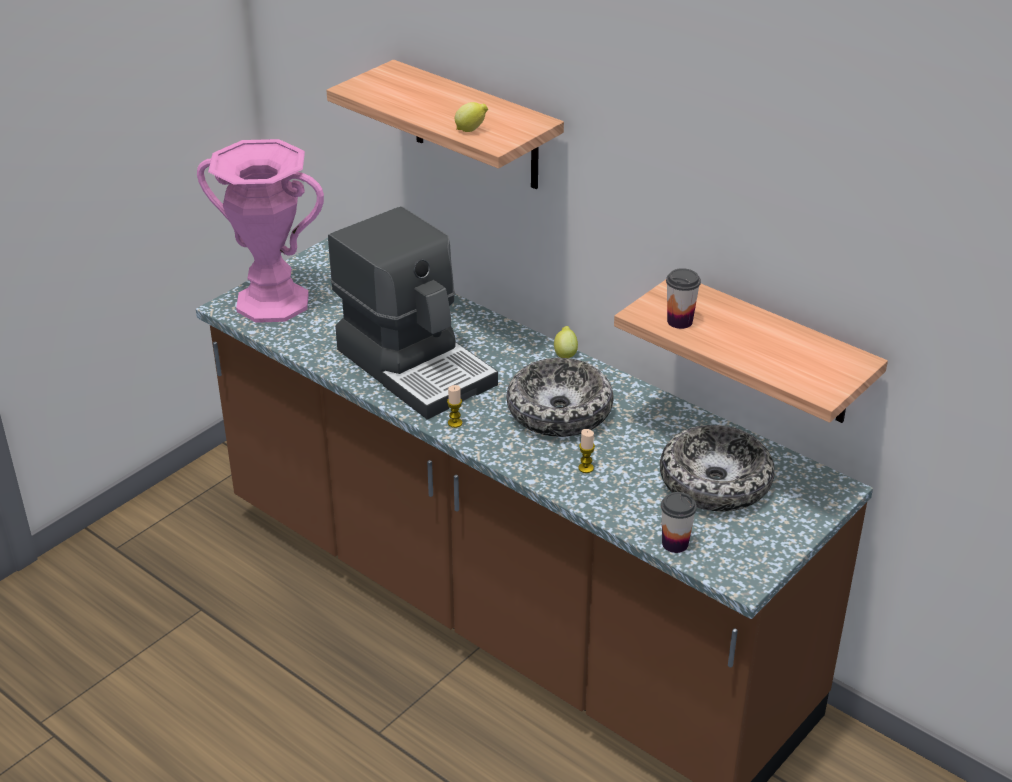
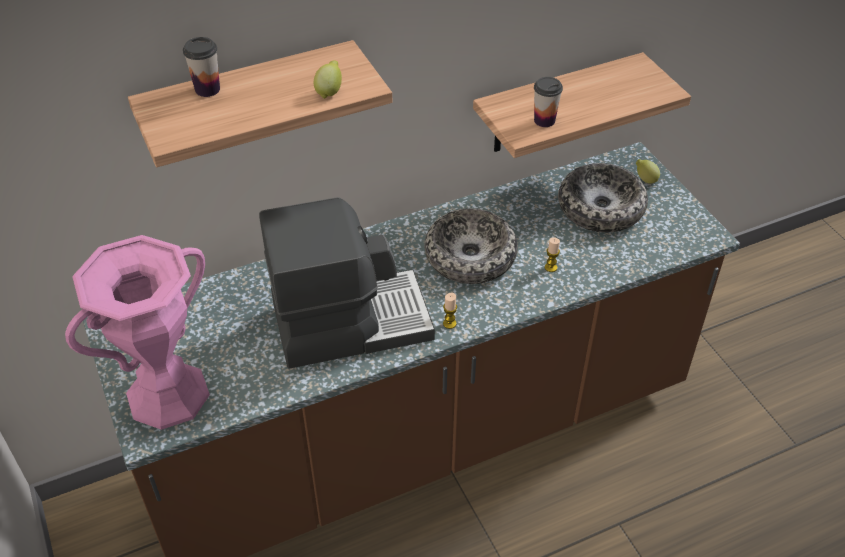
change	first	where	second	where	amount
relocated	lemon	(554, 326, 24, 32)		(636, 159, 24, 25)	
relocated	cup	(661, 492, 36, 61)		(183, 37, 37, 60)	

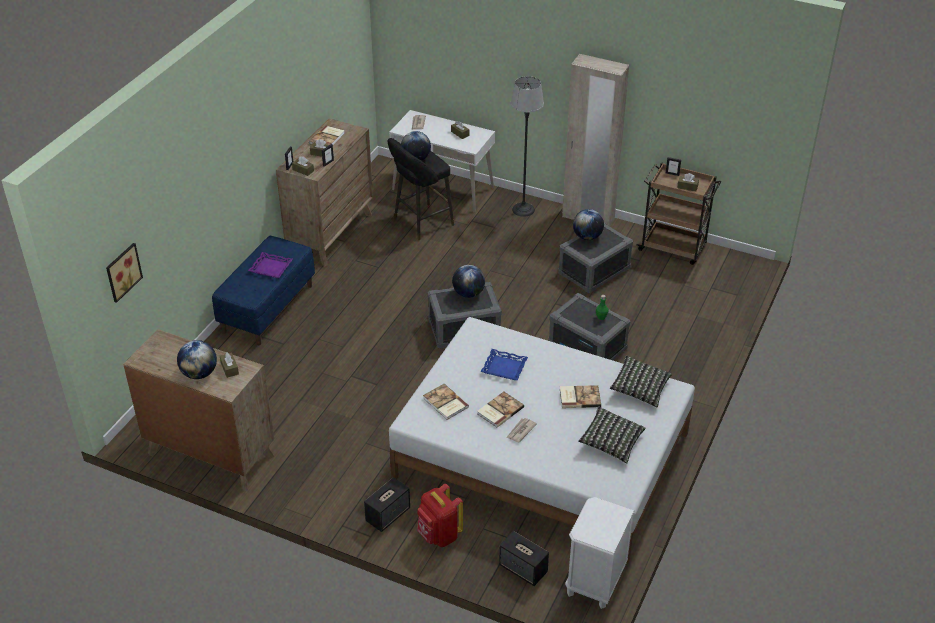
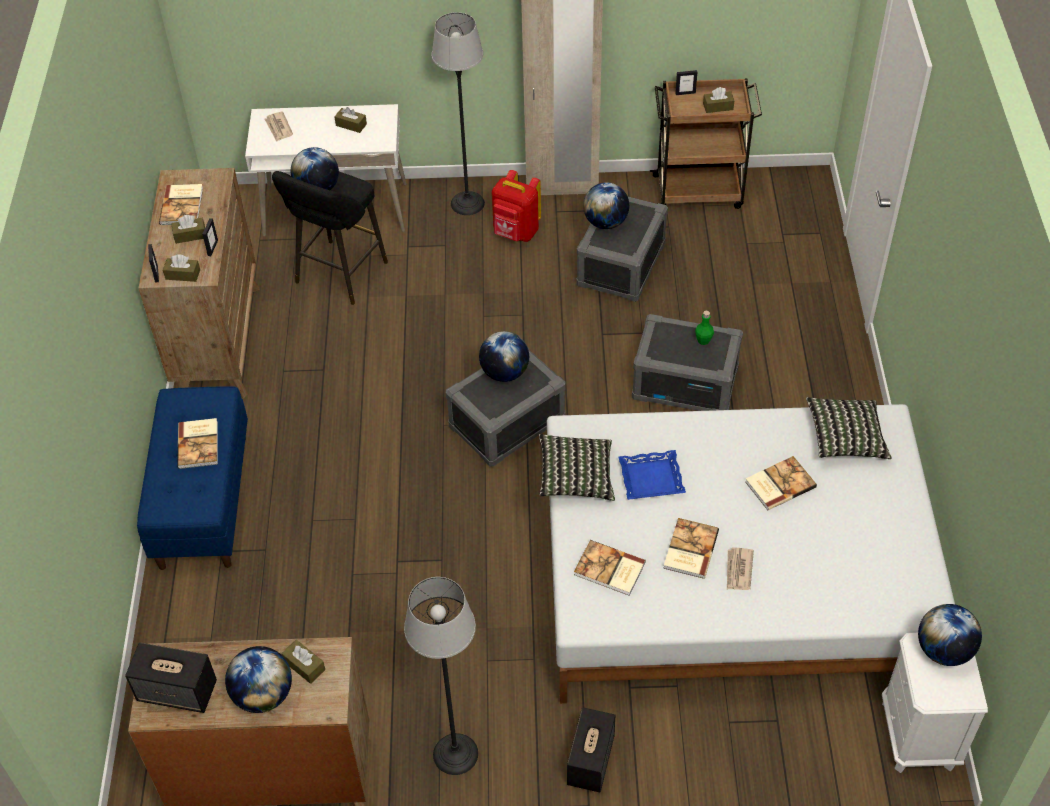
change	first	where	second	where	amount
missing	picture	(106, 243, 37, 60)			
appeared			floor_lamp	(404, 577, 74, 198)	
appeared			globe	(918, 604, 64, 62)	
relocated	red_backpack	(417, 484, 46, 63)		(492, 170, 49, 72)	
relocated	speaker	(499, 531, 50, 55)		(125, 642, 92, 71)	
relocated	pillow	(578, 406, 68, 57)		(539, 434, 76, 67)	
exchanged	purple_tray	(248, 252, 45, 26)	book	(177, 418, 41, 51)	

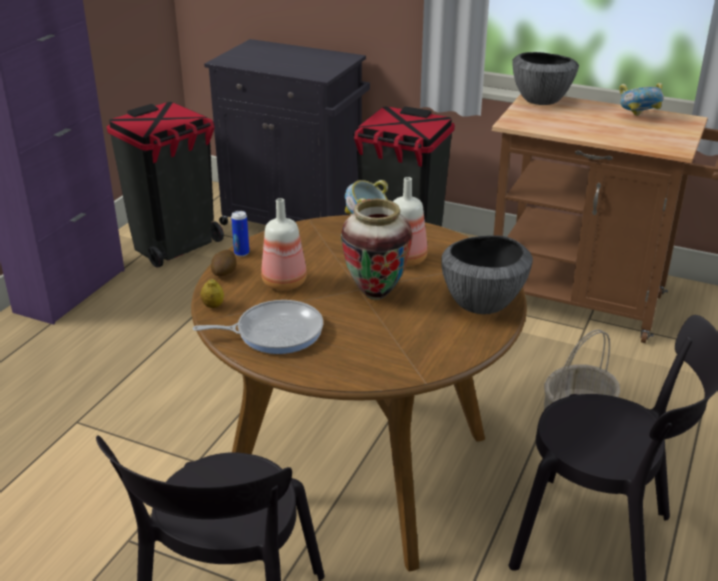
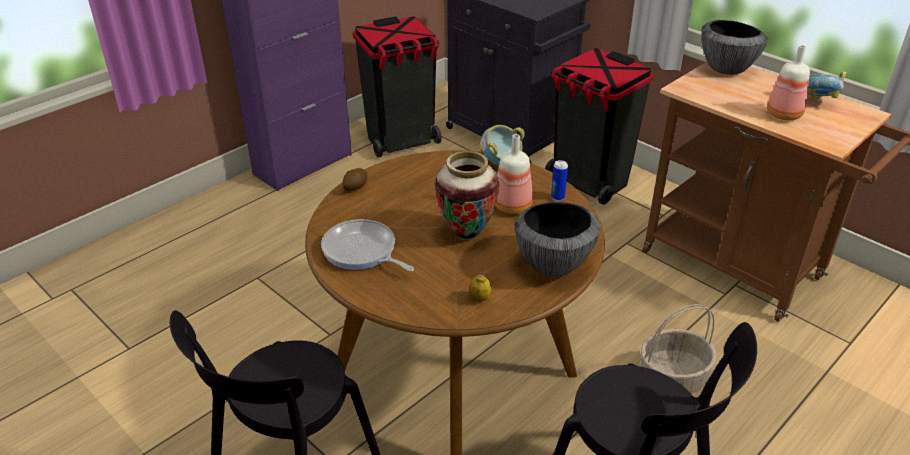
change	first	where	second	where	amount
relocated	lemon	(201, 279, 23, 29)		(469, 275, 22, 27)	
relocated	can	(231, 211, 18, 46)		(551, 160, 17, 41)	
relocated	bottle	(261, 198, 46, 93)		(767, 45, 43, 75)	
spun	frying_pan	(193, 300, 130, 54)		(321, 219, 93, 53)	150 degrees counterclockwise

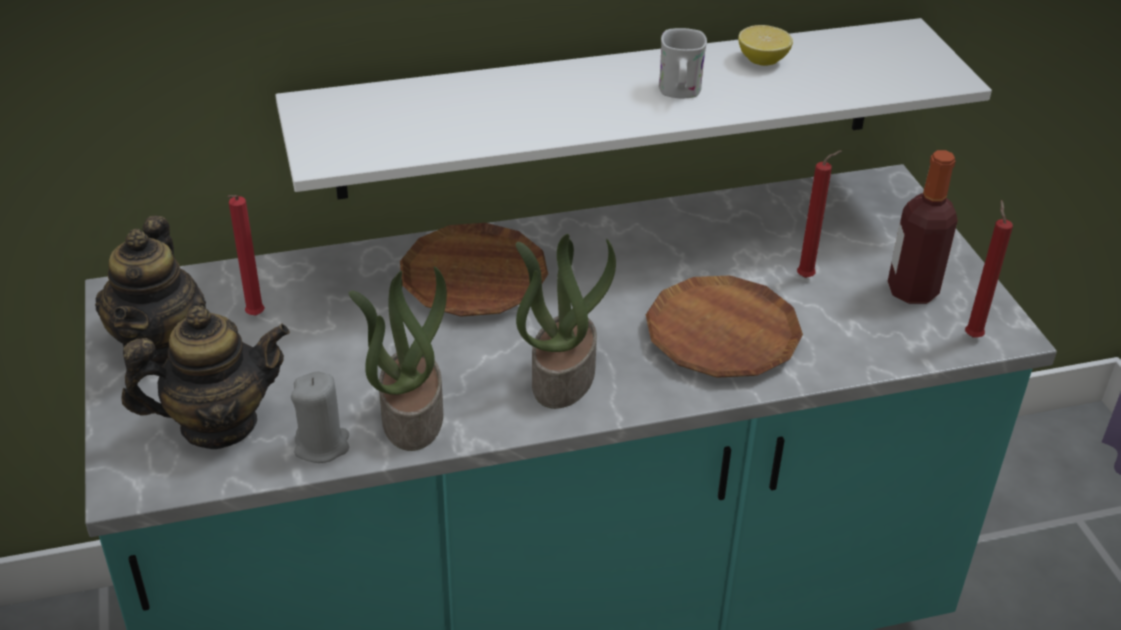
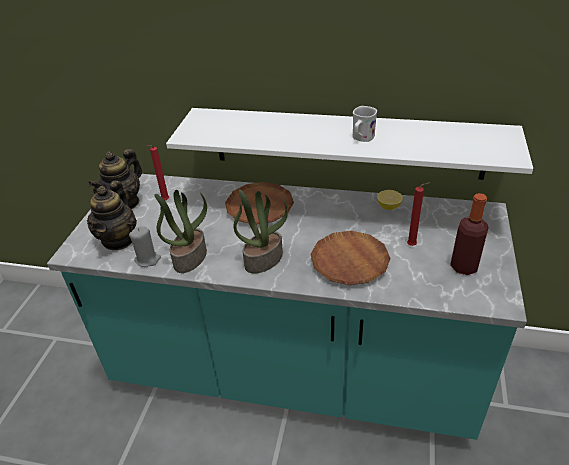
change	first	where	second	where	amount
missing	red_candle	(965, 200, 48, 138)			
relocated	lemon	(738, 25, 55, 41)		(377, 190, 26, 20)	
spun	teapot	(122, 305, 168, 144)		(87, 181, 50, 69)	90 degrees clockwise

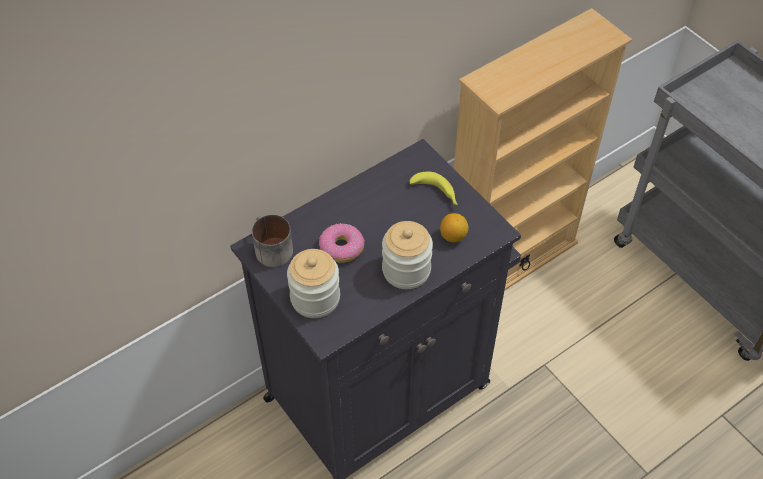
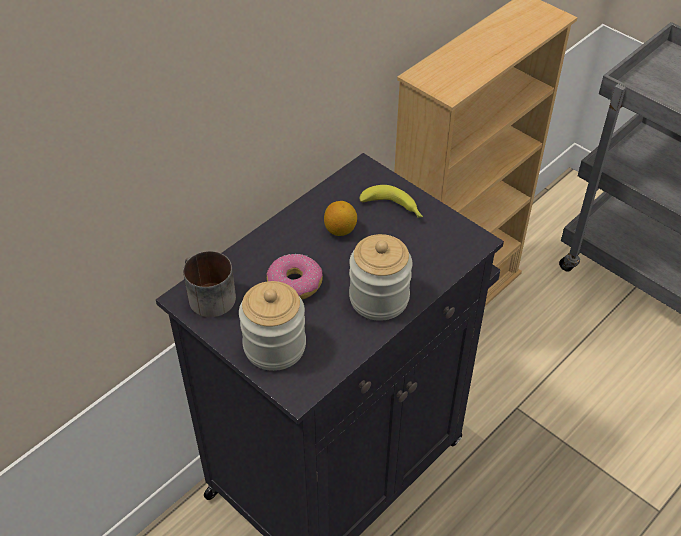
change	first	where	second	where	amount
relocated	lemon	(440, 213, 28, 29)		(324, 201, 33, 35)	

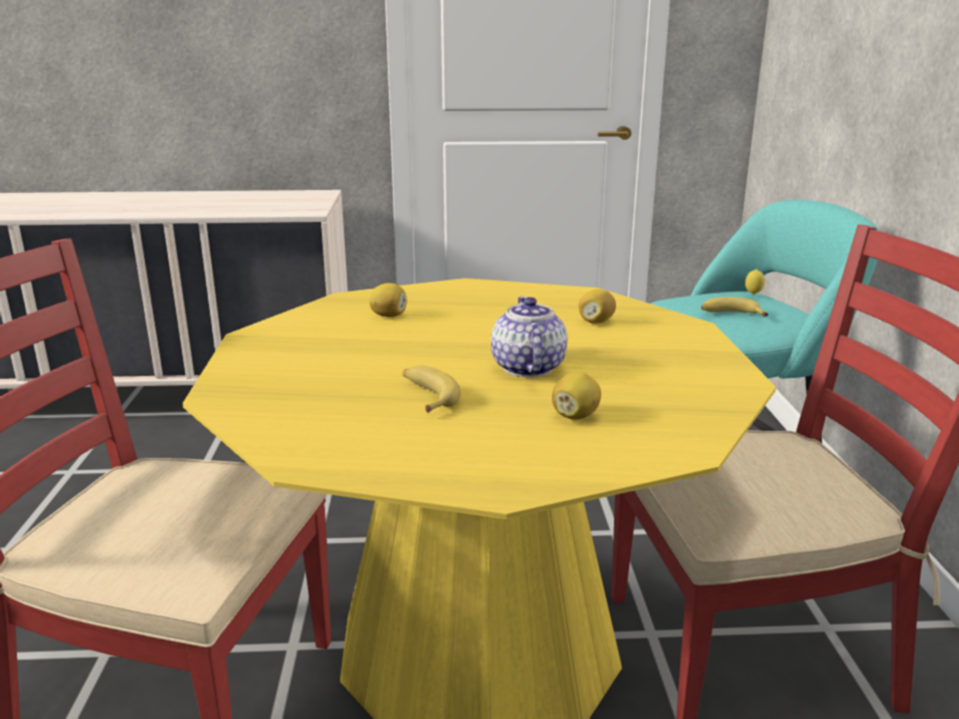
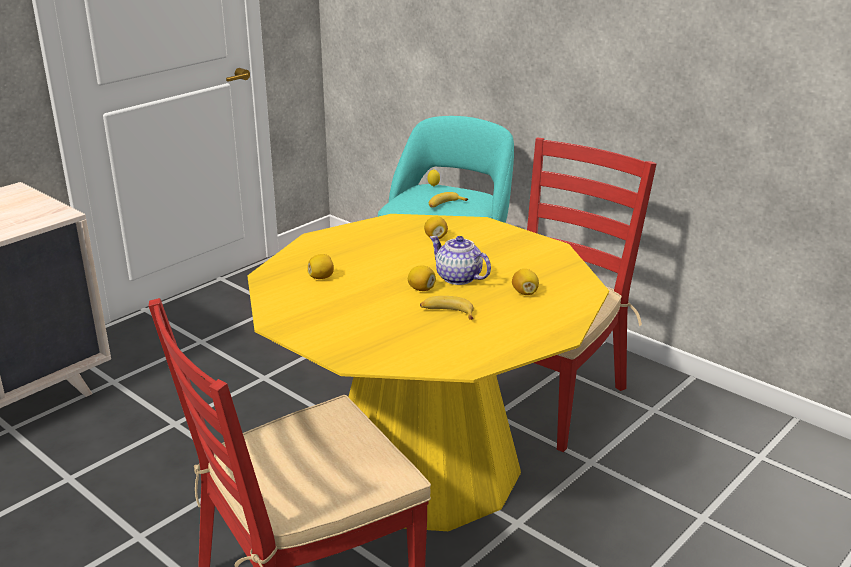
change	first	where	second	where	amount
appeared			lemon	(408, 265, 28, 26)	

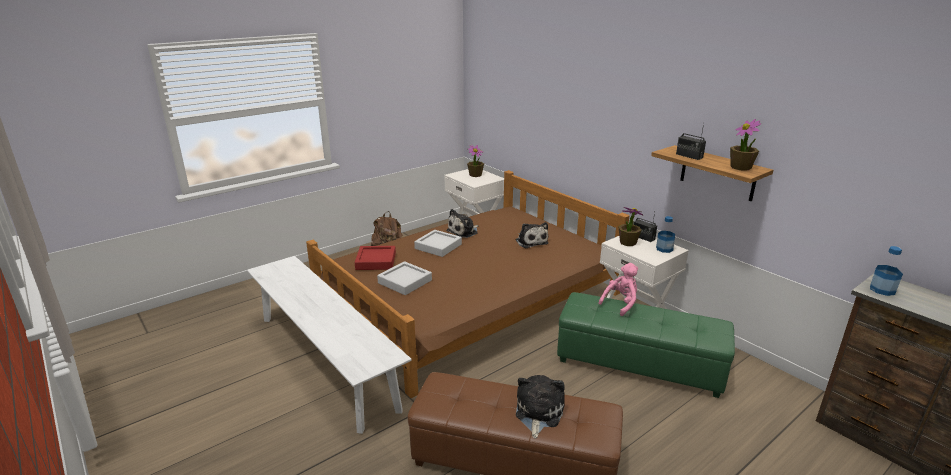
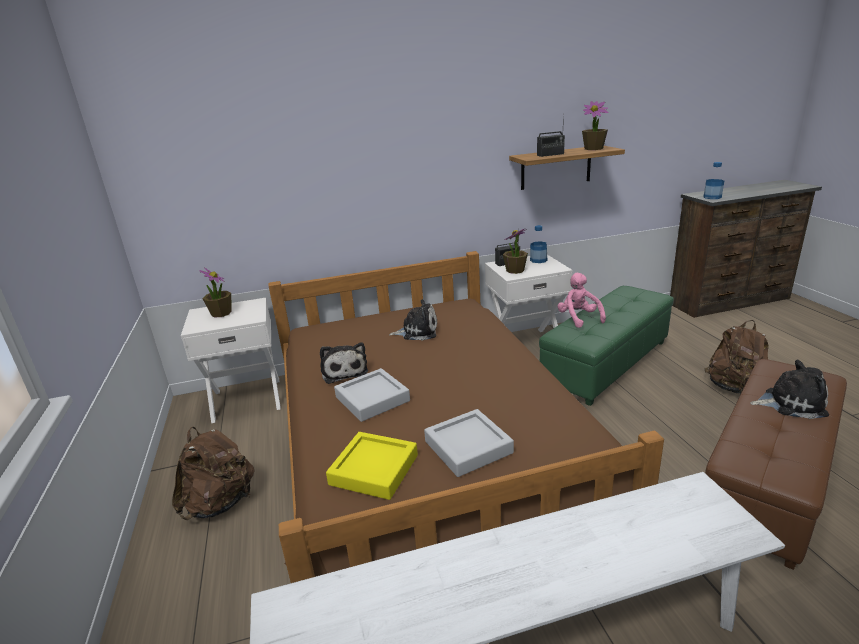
change	first	where	second	where	amount
appeared			brown_backpack	(704, 320, 65, 74)	
colour	red_tray	(355, 246, 41, 24)	yellow_tray	(326, 432, 92, 68)	
spun	plush_toy	(516, 375, 49, 63)		(750, 360, 79, 59)	150 degrees clockwise

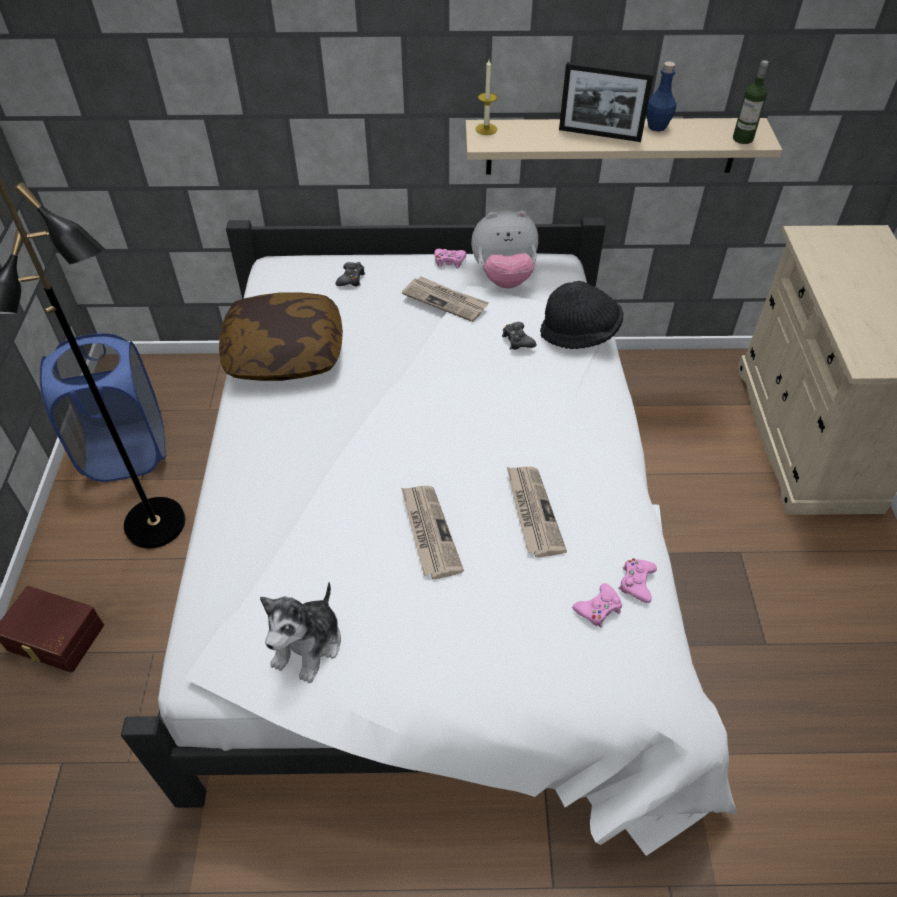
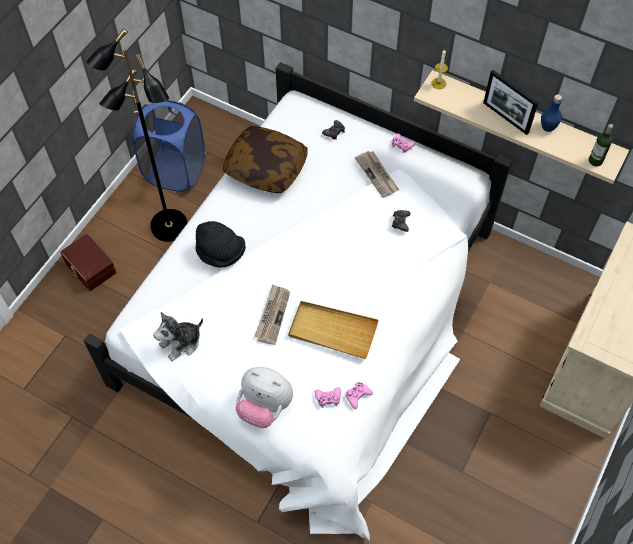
change	first	where	second	where	amount
relocated	plush_toy	(471, 210, 67, 78)		(236, 367, 57, 61)	
relocated	black_hat	(540, 281, 84, 68)		(195, 221, 51, 47)	
exchanged	newspaper	(507, 467, 60, 90)	beige_tray	(288, 301, 90, 58)	

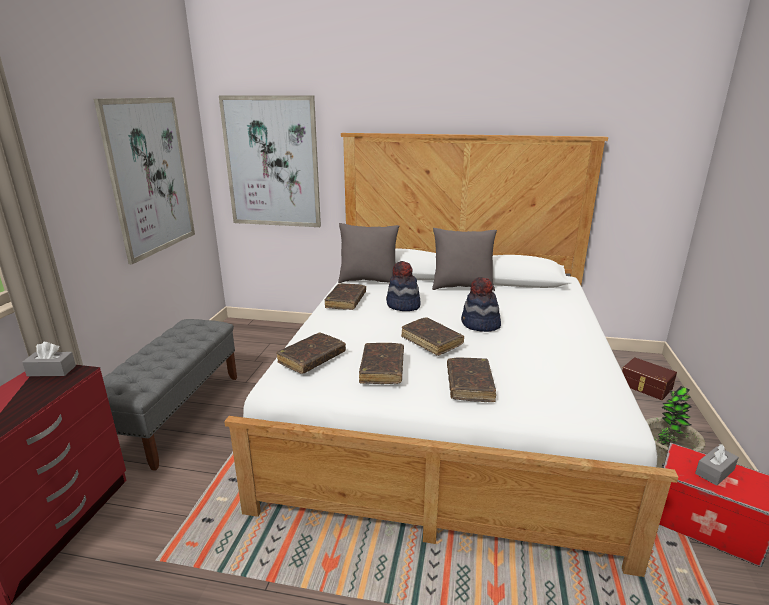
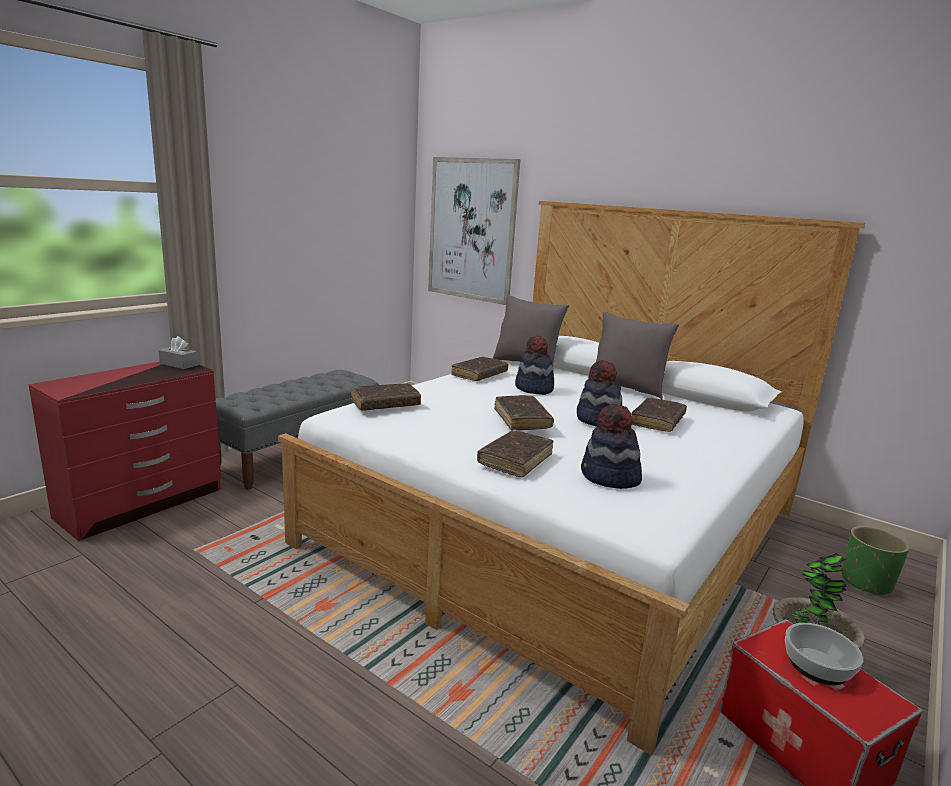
change	first	where	second	where	amount
missing	picture	(94, 97, 101, 167)			
appeared			hat	(581, 404, 61, 85)	
relocated	brown_book	(359, 343, 45, 41)		(631, 398, 56, 34)	
exchanged	brown_storage_box	(622, 357, 55, 43)	green_planter	(842, 526, 67, 69)	
exchanged	grey_tissue_box	(695, 444, 44, 42)	bowl	(785, 623, 78, 62)	

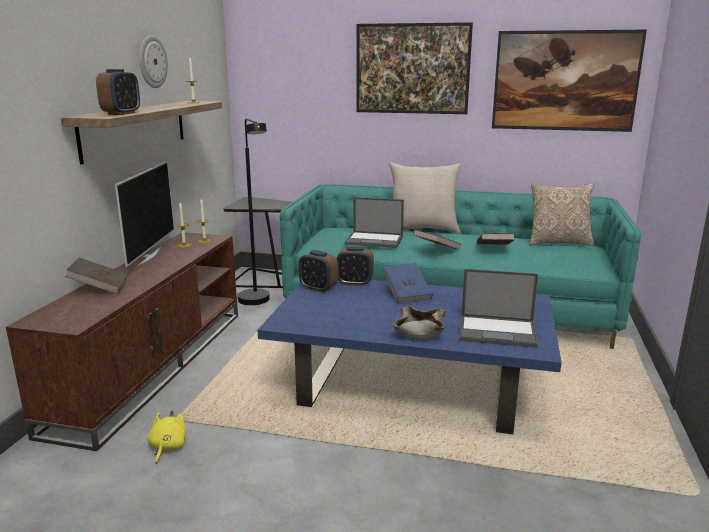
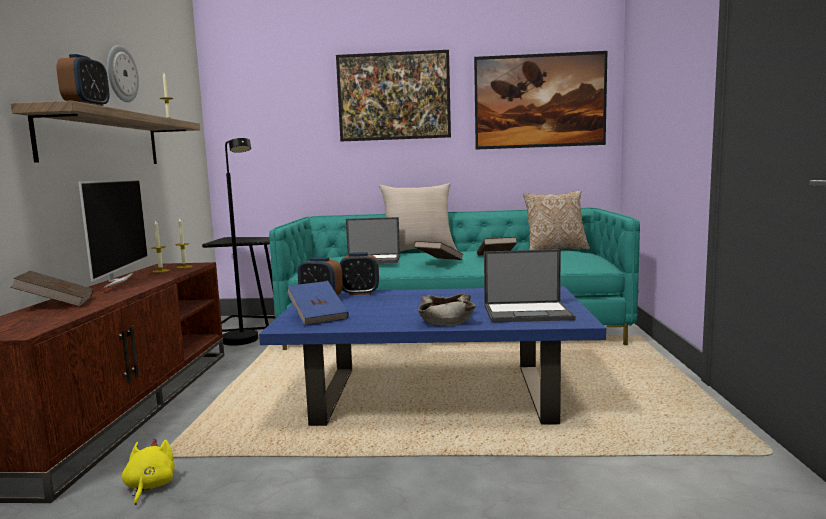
change	first	where	second	where	amount
relocated	blue_book	(383, 263, 50, 40)		(287, 281, 62, 45)	

